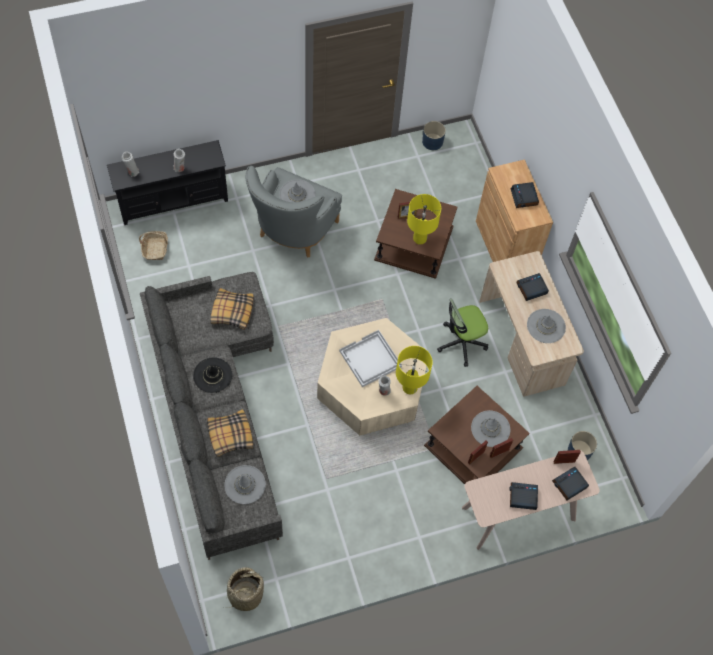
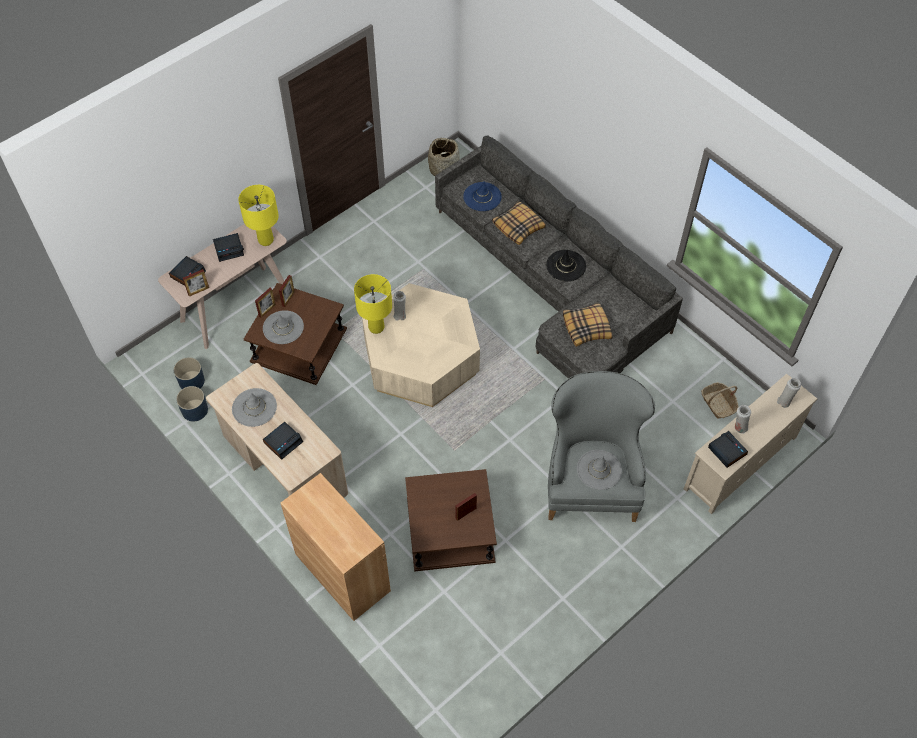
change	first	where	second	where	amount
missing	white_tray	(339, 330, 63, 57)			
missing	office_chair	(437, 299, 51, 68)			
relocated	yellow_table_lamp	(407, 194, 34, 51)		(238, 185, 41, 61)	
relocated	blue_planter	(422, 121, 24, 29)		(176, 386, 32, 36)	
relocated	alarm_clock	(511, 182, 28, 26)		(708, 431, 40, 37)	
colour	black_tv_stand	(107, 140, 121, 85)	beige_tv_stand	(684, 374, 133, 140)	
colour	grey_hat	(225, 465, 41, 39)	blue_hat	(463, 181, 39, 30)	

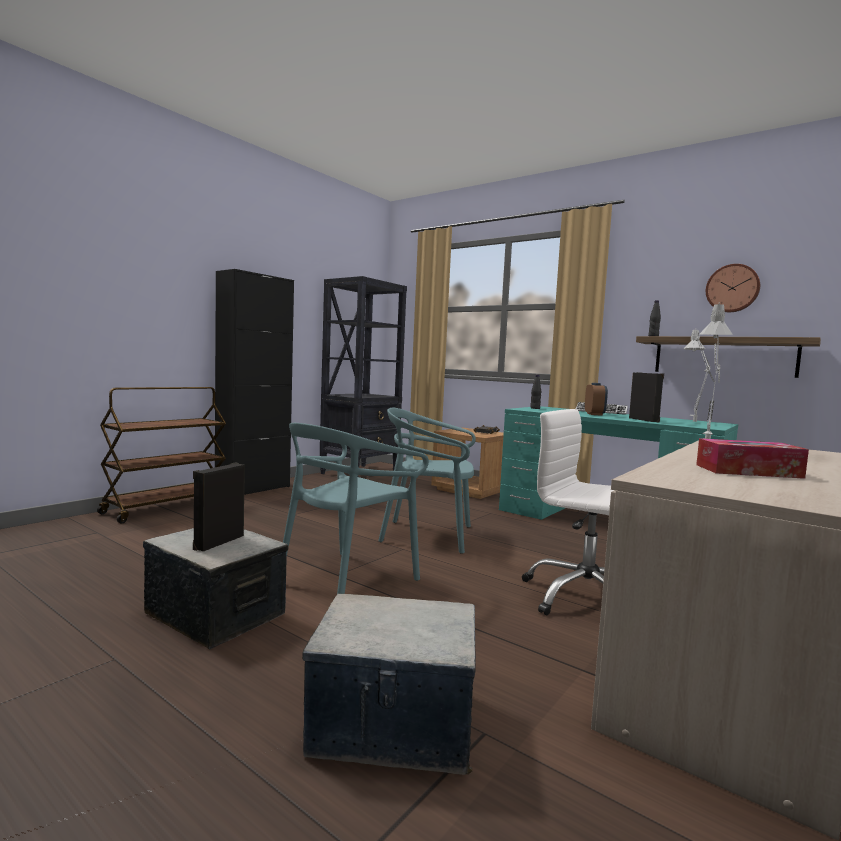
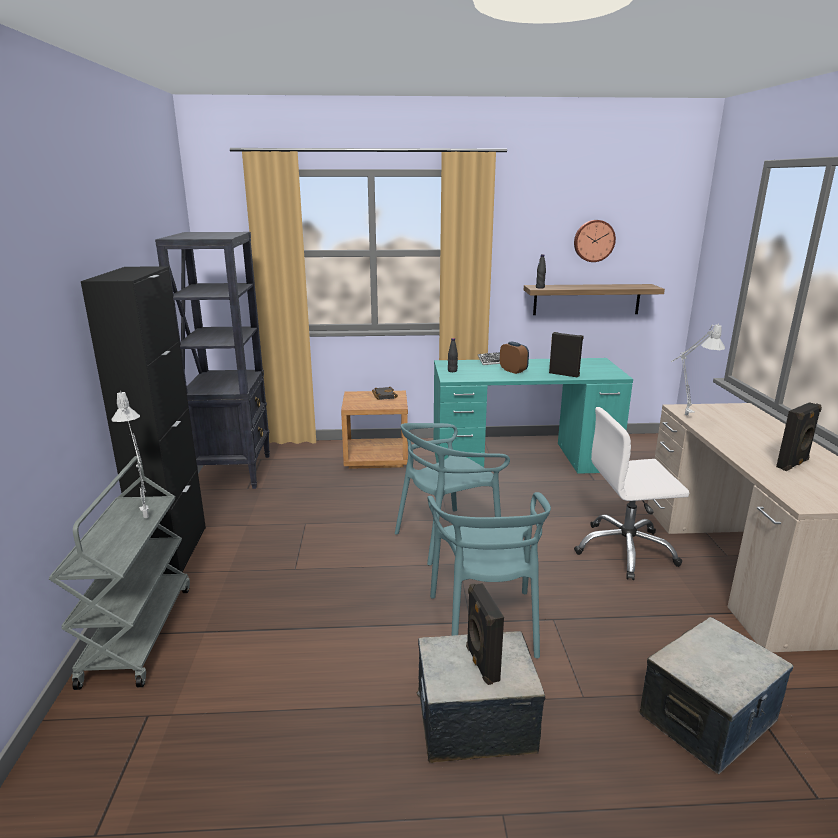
change	first	where	second	where	amount
relocated	grey_table_lamp	(684, 330, 30, 92)		(111, 390, 38, 128)	
exchanged	tissue_box	(696, 438, 113, 41)	black_speaker	(776, 402, 46, 69)	
colour	brown_cart	(97, 387, 129, 137)	grey_cart	(49, 456, 141, 234)	

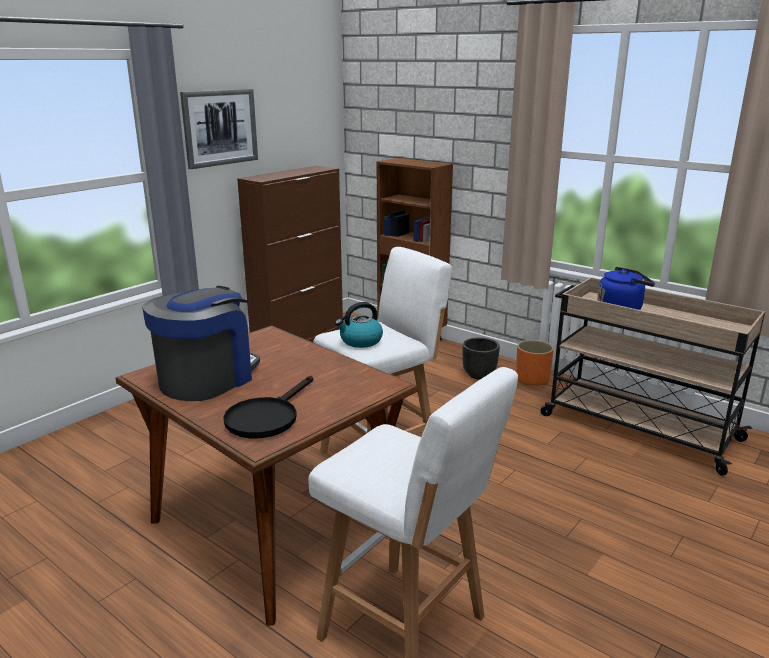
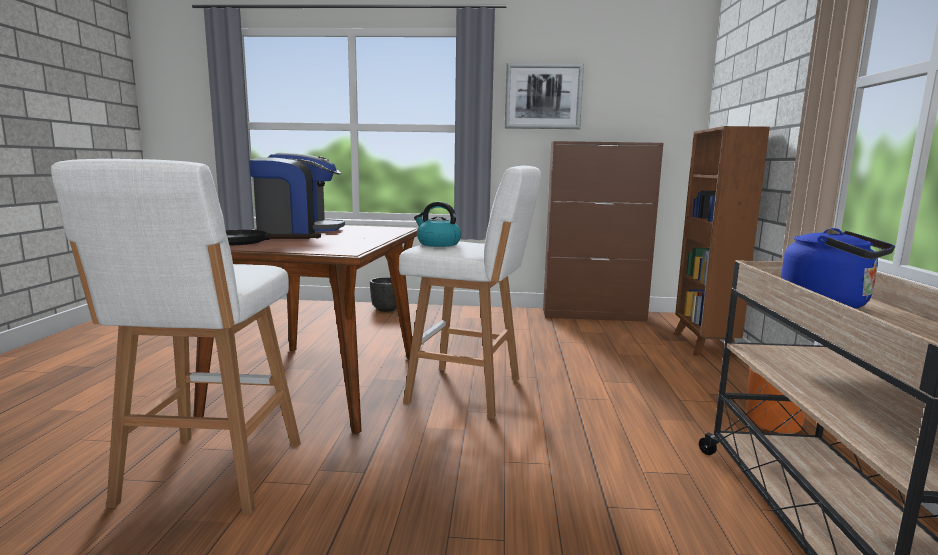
change	first	where	second	where	amount
relocated	black_planter	(462, 338, 38, 42)		(370, 277, 27, 35)	

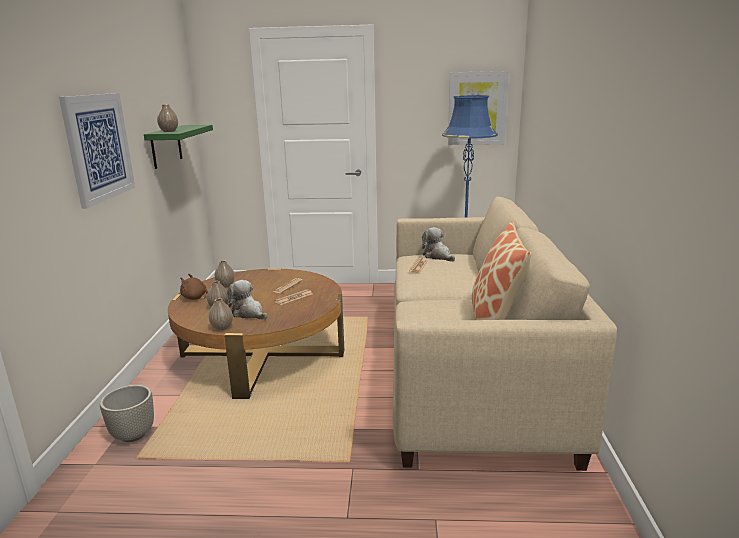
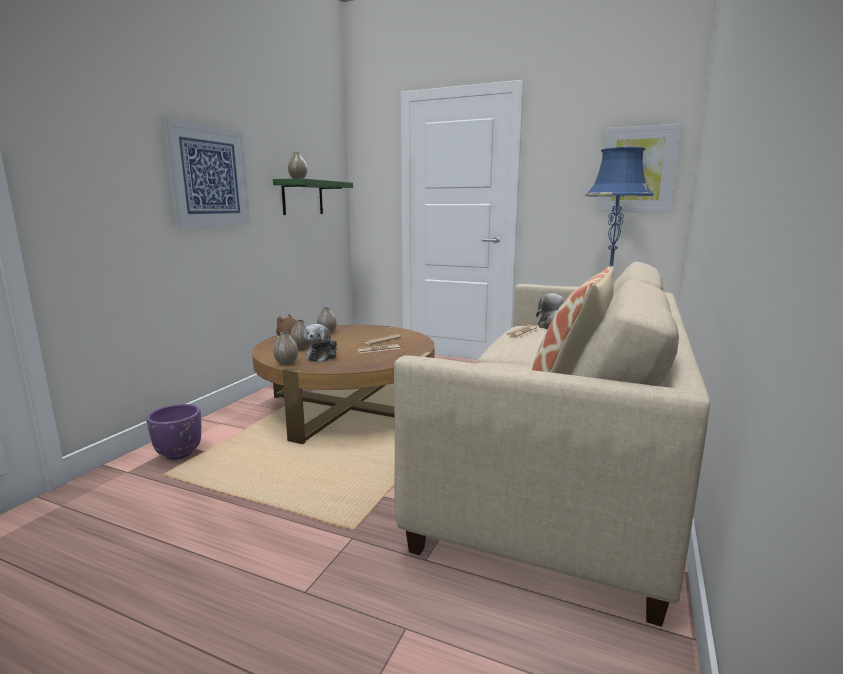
change	first	where	second	where	amount
colour	grey_planter	(100, 385, 54, 57)	purple_planter	(146, 404, 55, 56)	
spun	plush_toy	(227, 280, 40, 40)		(304, 324, 33, 38)	135 degrees counterclockwise

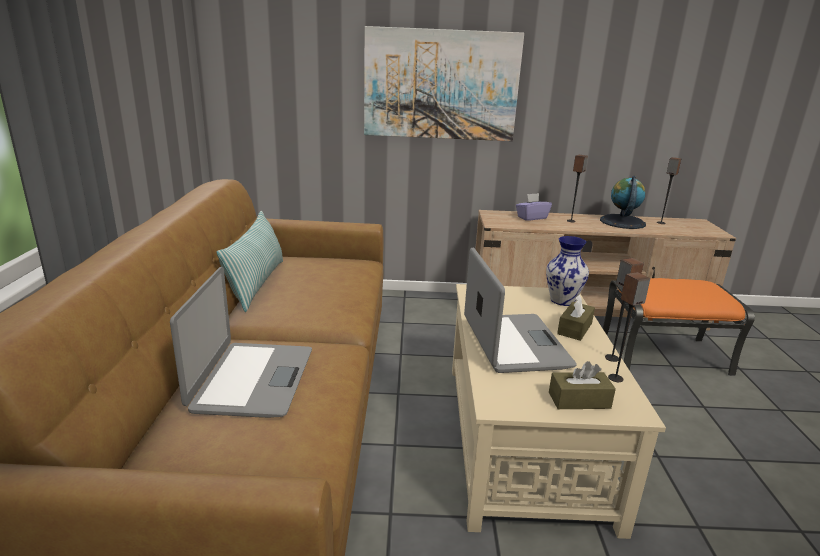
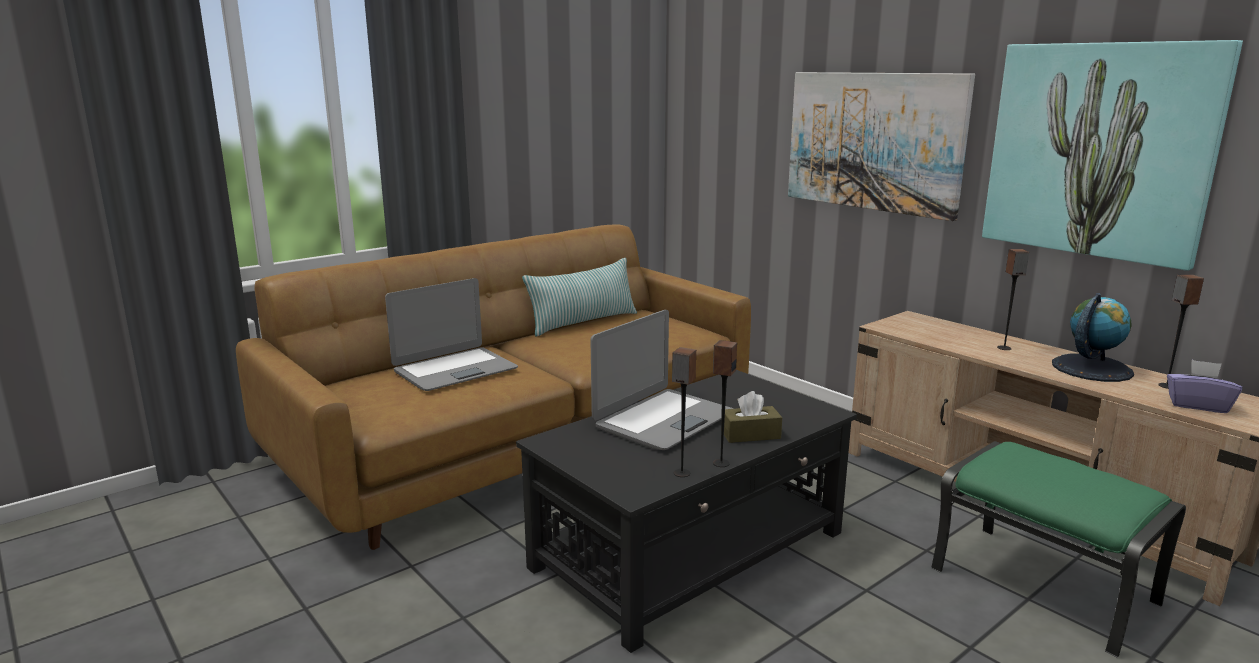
change	first	where	second	where	amount
missing	vase	(546, 236, 43, 70)			
missing	brown_tissue_box	(549, 361, 67, 48)			
appeared			picture	(982, 40, 261, 231)	
relocated	purple_tissue_box	(516, 193, 36, 28)		(1167, 360, 75, 53)	
colour	beige_coffee_table	(452, 284, 214, 255)	black_coffee_table	(516, 370, 341, 283)	
colour	orange_ottoman	(603, 278, 152, 98)	green_ottoman	(931, 441, 255, 217)	

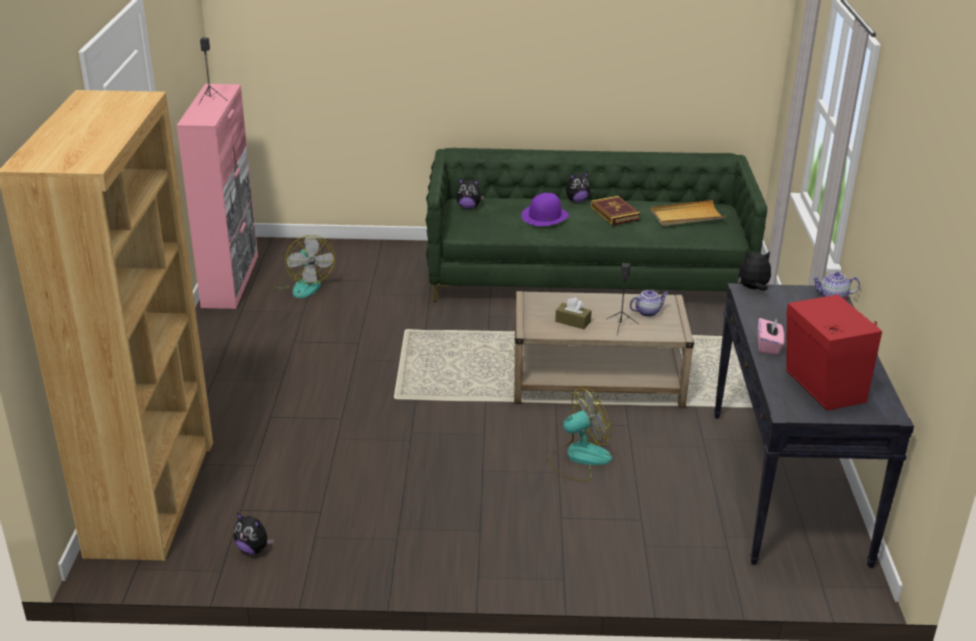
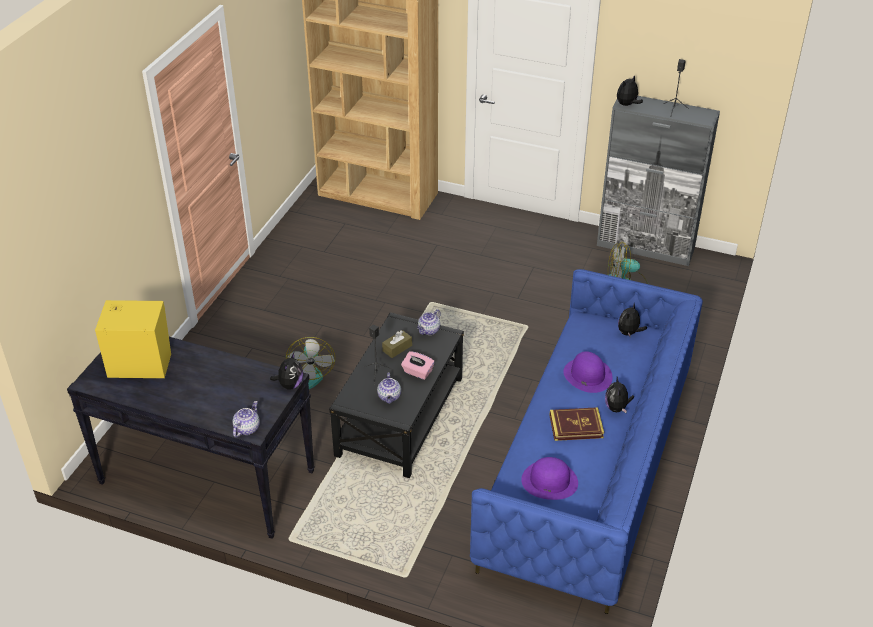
change	first	where	second	where	amount
appeared			teapot	(417, 309, 24, 26)	
relocated	plush_toy	(234, 513, 40, 41)		(617, 75, 26, 31)	
relocated	pink_tissue_box	(757, 318, 27, 37)		(401, 351, 34, 29)	
exchanged	beige_tray	(650, 200, 77, 26)	purple_hat	(521, 457, 57, 43)	
colour	pink_cabinet	(177, 84, 81, 225)	grey_cabinet	(597, 96, 123, 170)	
colour	green_sofa	(425, 148, 342, 154)	blue_sofa	(470, 269, 233, 345)	
colour	beige_coffee_table	(514, 291, 180, 116)	black_coffee_table	(329, 312, 135, 166)	
colour	red_speaker	(786, 295, 96, 116)	yellow_speaker	(95, 300, 76, 78)	

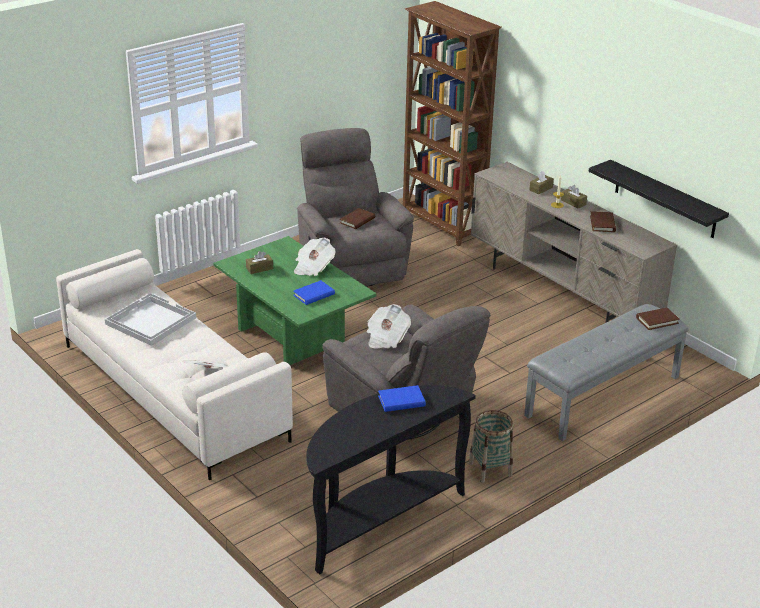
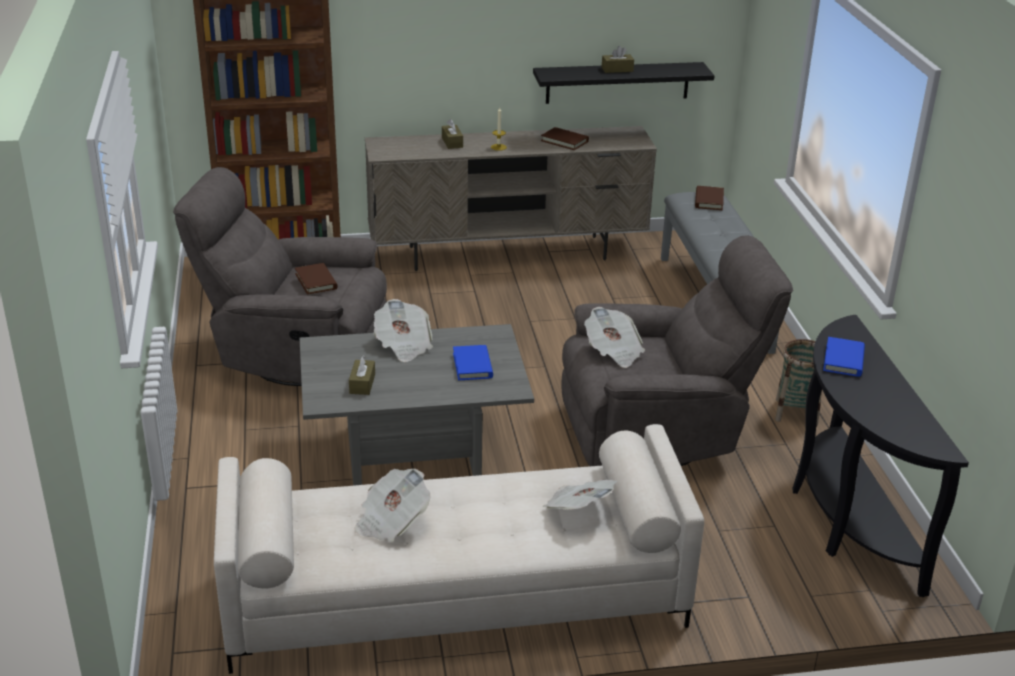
change	first	where	second	where	amount
relocated	brown_tissue_box	(561, 185, 26, 23)		(602, 46, 32, 27)	
exchanged	white_tray	(105, 293, 91, 53)	newspaper	(354, 469, 77, 73)	
colour	green_coffee_table	(213, 236, 164, 129)	grey_coffee_table	(299, 324, 235, 162)	

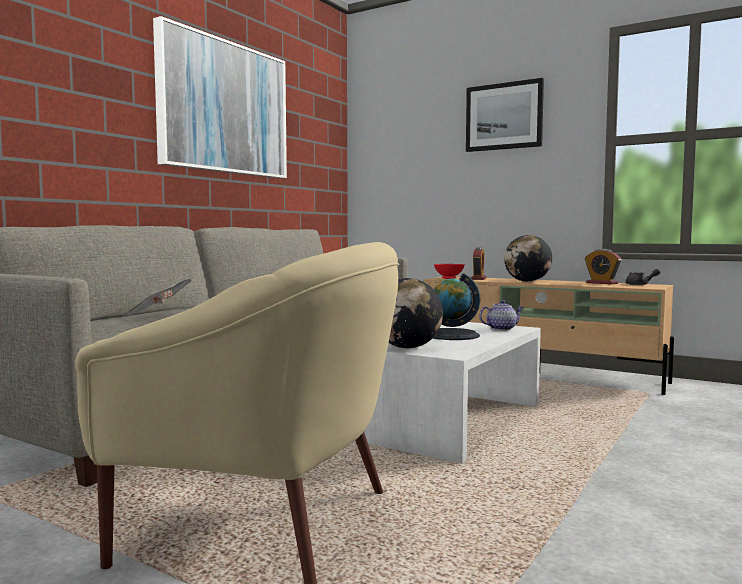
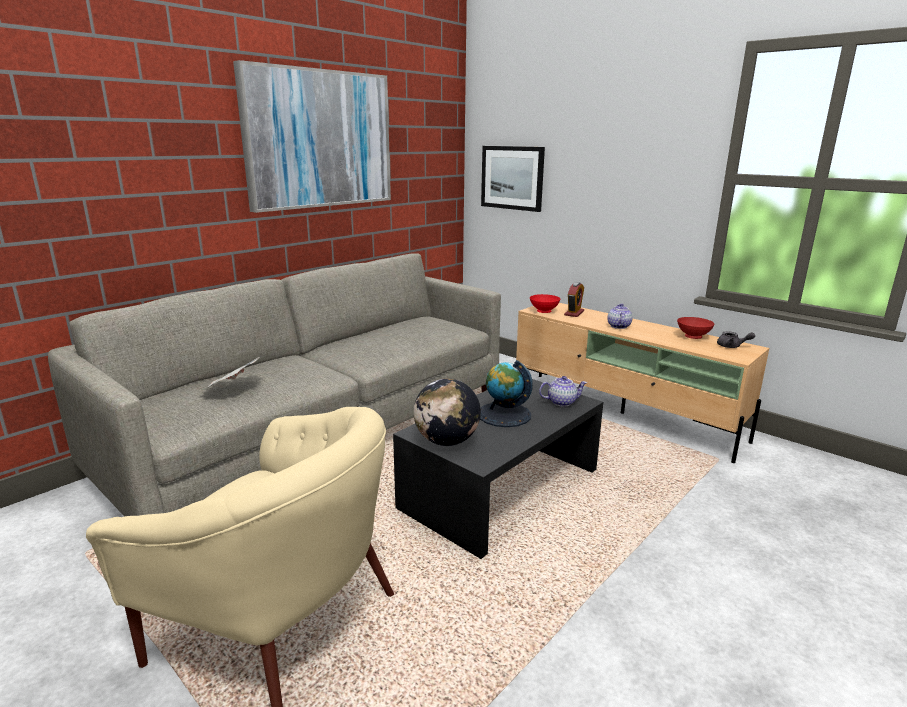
change	first	where	second	where	amount
relocated	picture	(466, 78, 78, 74)		(481, 146, 64, 66)	
exchanged	globe	(504, 235, 48, 47)	teapot	(607, 304, 26, 25)	
exchanged	alarm_clock	(585, 249, 37, 35)	red_bowl	(677, 317, 37, 22)	
colour	white_coffee_table	(364, 322, 177, 142)	black_coffee_table	(393, 379, 210, 180)	

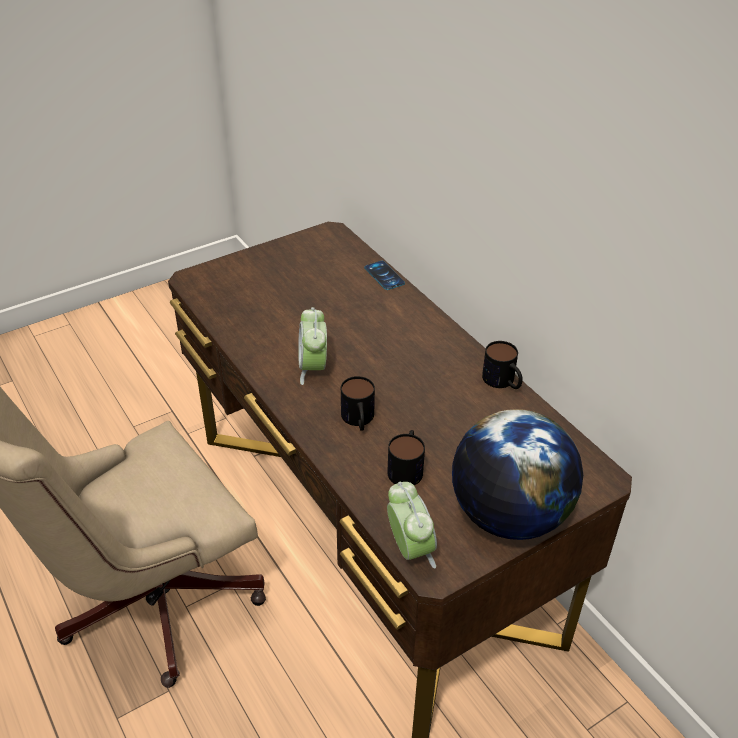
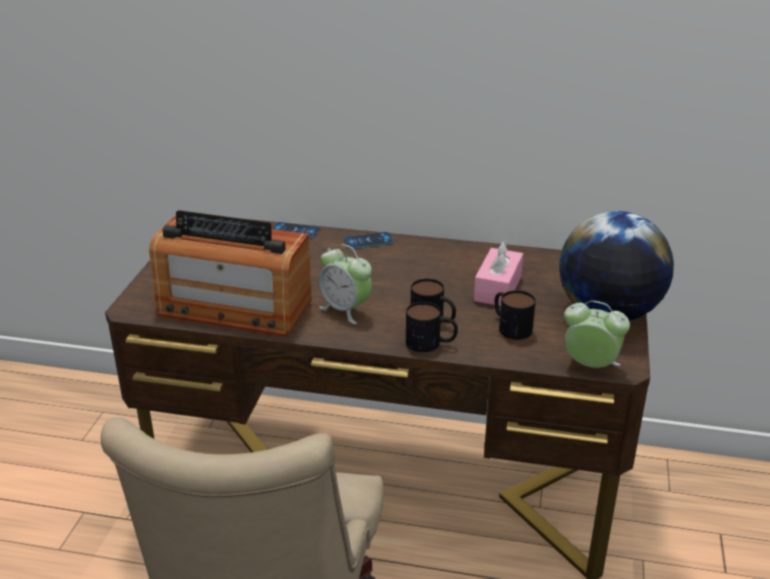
change	first	where	second	where	amount
appeared			radio	(149, 210, 163, 126)	
appeared			phone	(343, 232, 51, 17)	
appeared			pink_tissue_box	(474, 240, 49, 66)	
relocated	mug	(482, 341, 41, 48)		(406, 302, 52, 50)	

